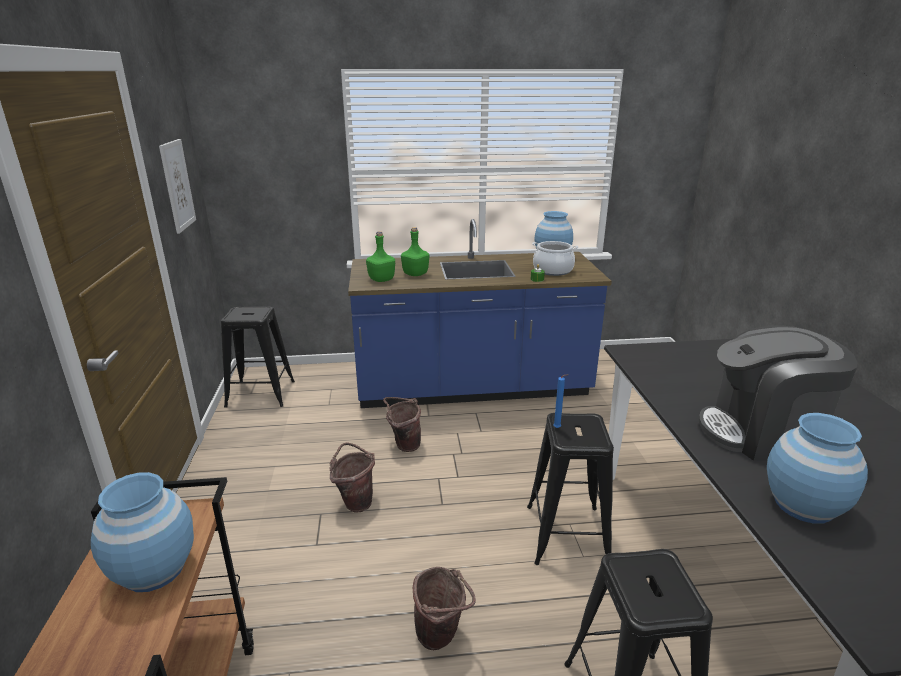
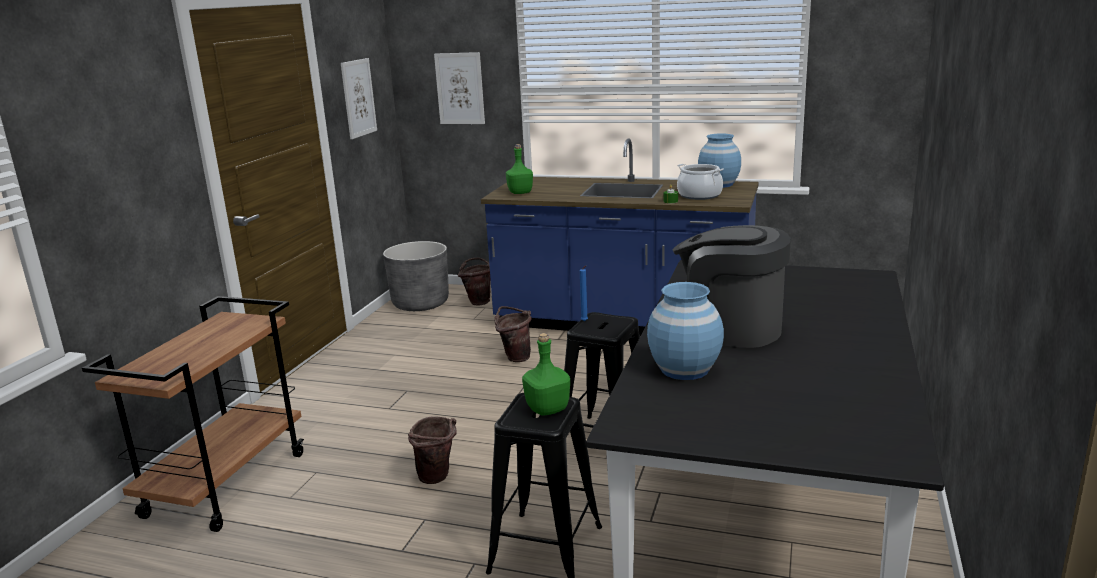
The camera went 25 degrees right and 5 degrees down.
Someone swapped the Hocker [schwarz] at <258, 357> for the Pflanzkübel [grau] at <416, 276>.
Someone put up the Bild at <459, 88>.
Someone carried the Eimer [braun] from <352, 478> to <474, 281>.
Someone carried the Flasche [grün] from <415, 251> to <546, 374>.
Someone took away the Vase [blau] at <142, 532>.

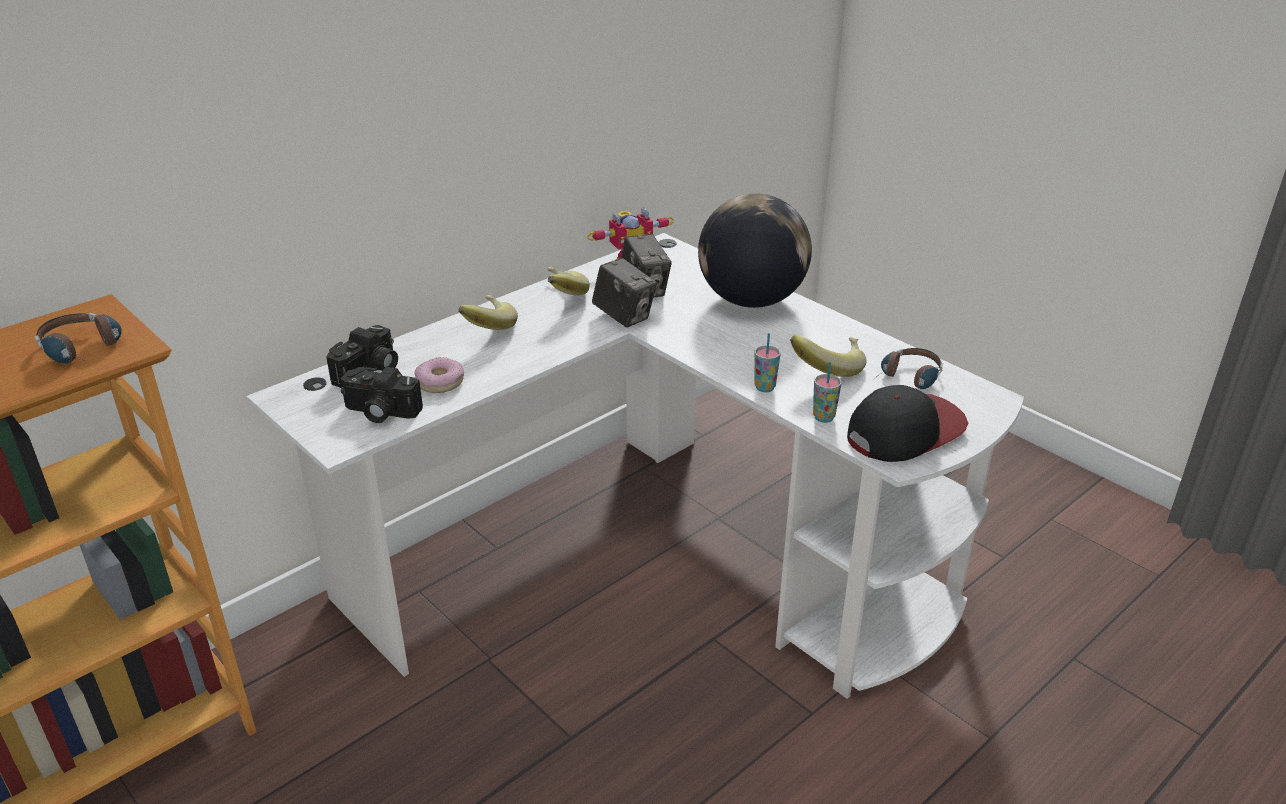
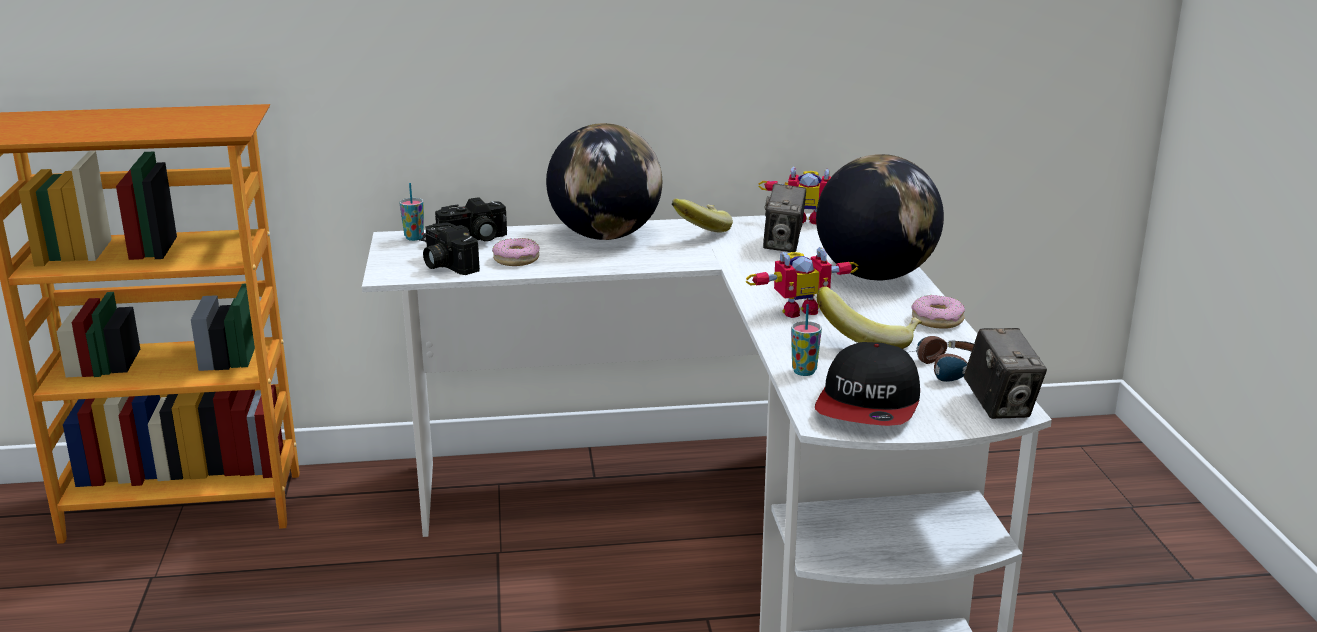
The camera went 35 degrees right and 10 degrees down.
Someone carried the Tasse from <767, 362> to <411, 212>.
Someone swapped the Banane at <488, 312> for the Globus at <604, 181>.
Someone put down the Spielzeugroboter at <802, 282>.
Someone rotated the Kappe at <907, 423> by 105 degrees clockwise.
Someone put down the Donut at <938, 312>.
Someone carried the Kamera from <624, 292> to <1005, 373>.
Someone took away the Kopfhörer at <78, 338>.

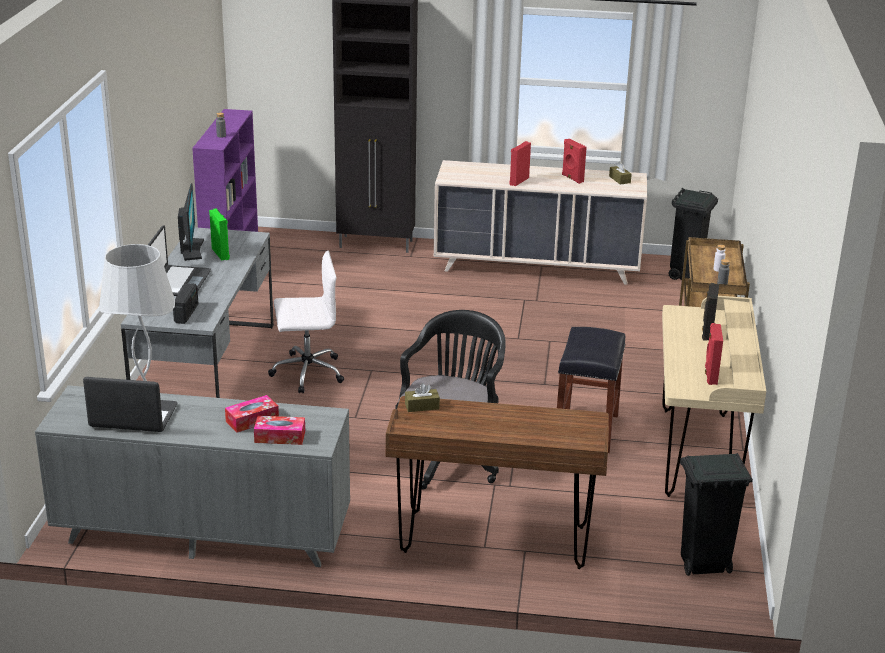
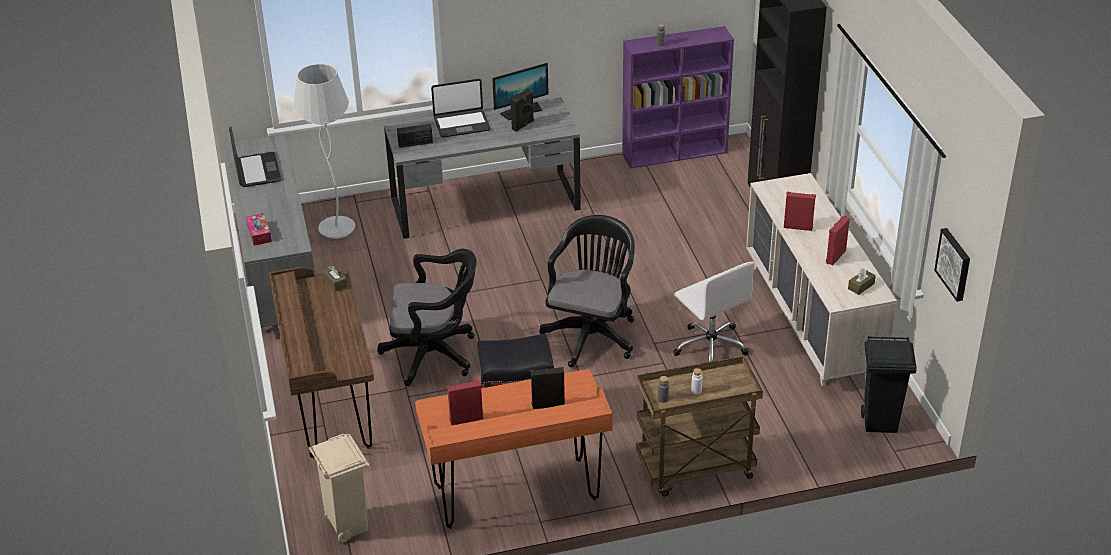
The camera went 70 degrees right and 10 degrees up.
Someone repainted the Mülleimer [schwarz] at <716, 514>, which became the Mülleimer [beige] at <339, 488>.
Someone repainted the Schreibtisch [beige] at <714, 396>, which became the Schreibtisch [orange] at <514, 449>.
Someone repainted the Lautsprecher [grün] at <219, 234>, which became the Lautsprecher [schwarz] at <522, 110>.
Someone put down the Bürostuhl [schwarz] at <587, 291>.
Someone carried the Bürostuhl [weiß] from <306, 322> to <714, 312>.
Someone put up the Bild at <952, 265>.
Someone took away the Taschentuchbox at <252, 413>.

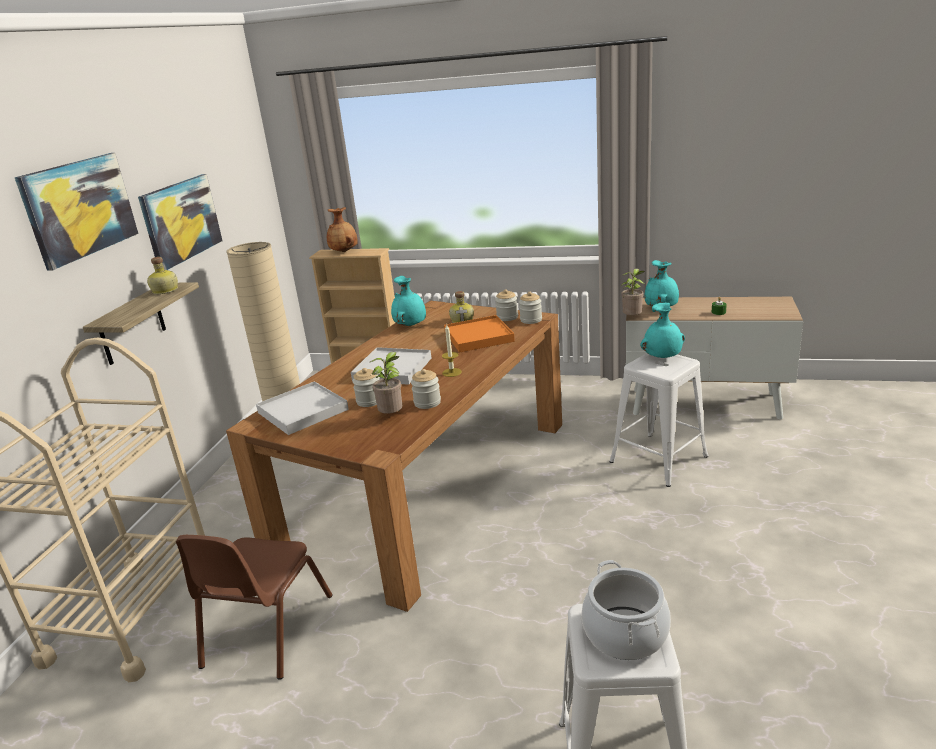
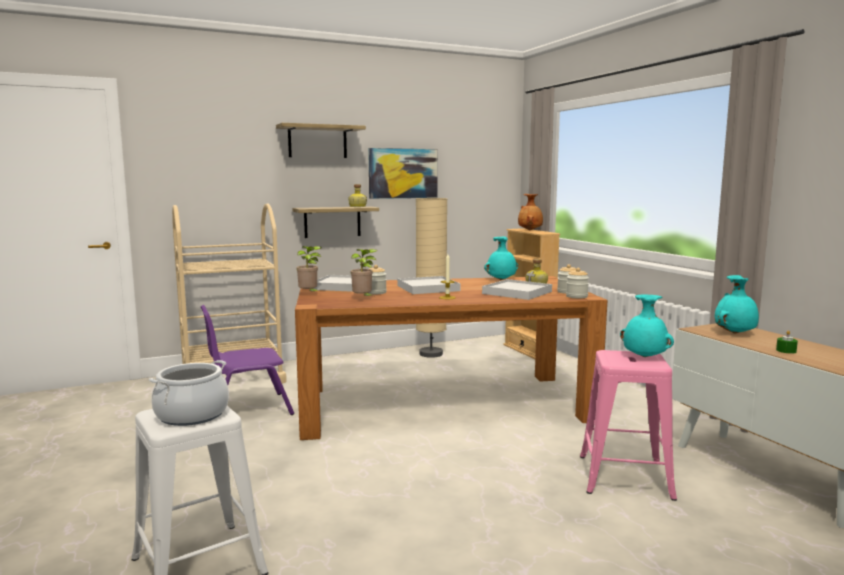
The camera went 50 degrees right and 15 degrees down.
Someone repainted the Stuhl [braun] at <254, 607>, which became the Stuhl [lila] at <247, 360>.
Someone swapped the Bild at <76, 212> for the Wandregal at <321, 140>.
Someone carried the Topfpflanze from <632, 292> to <309, 270>.
Someone repainted the Tablett [orange] at <479, 334>, which became the Tablett [weiß] at <517, 289>.
Someone repainted the Hocker [weiß] at <658, 420>, which became the Hocker [rosa] at <628, 425>.
Someone took away the Vorratsglas at <426, 389>.

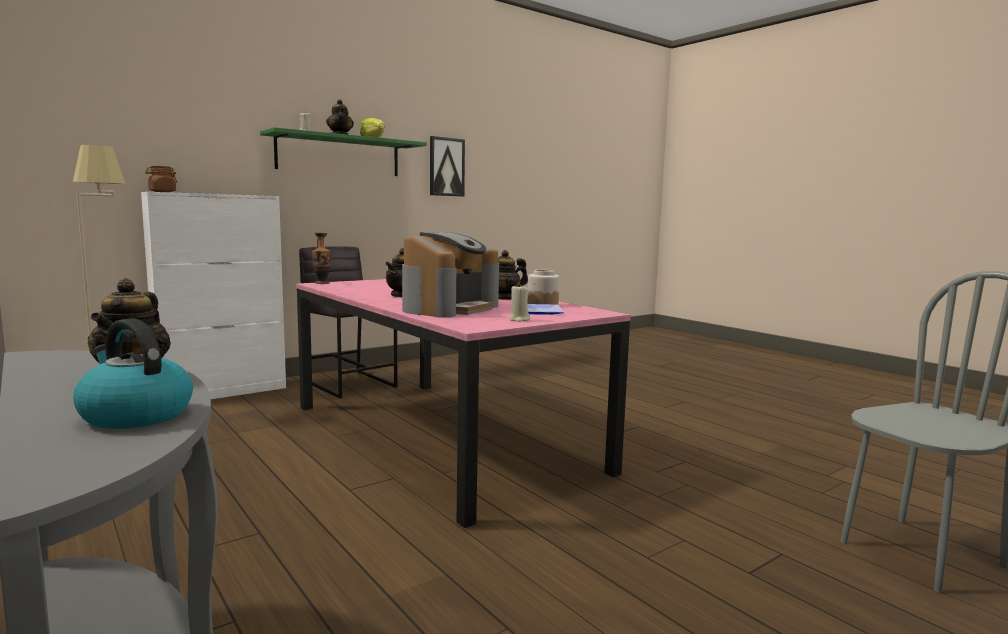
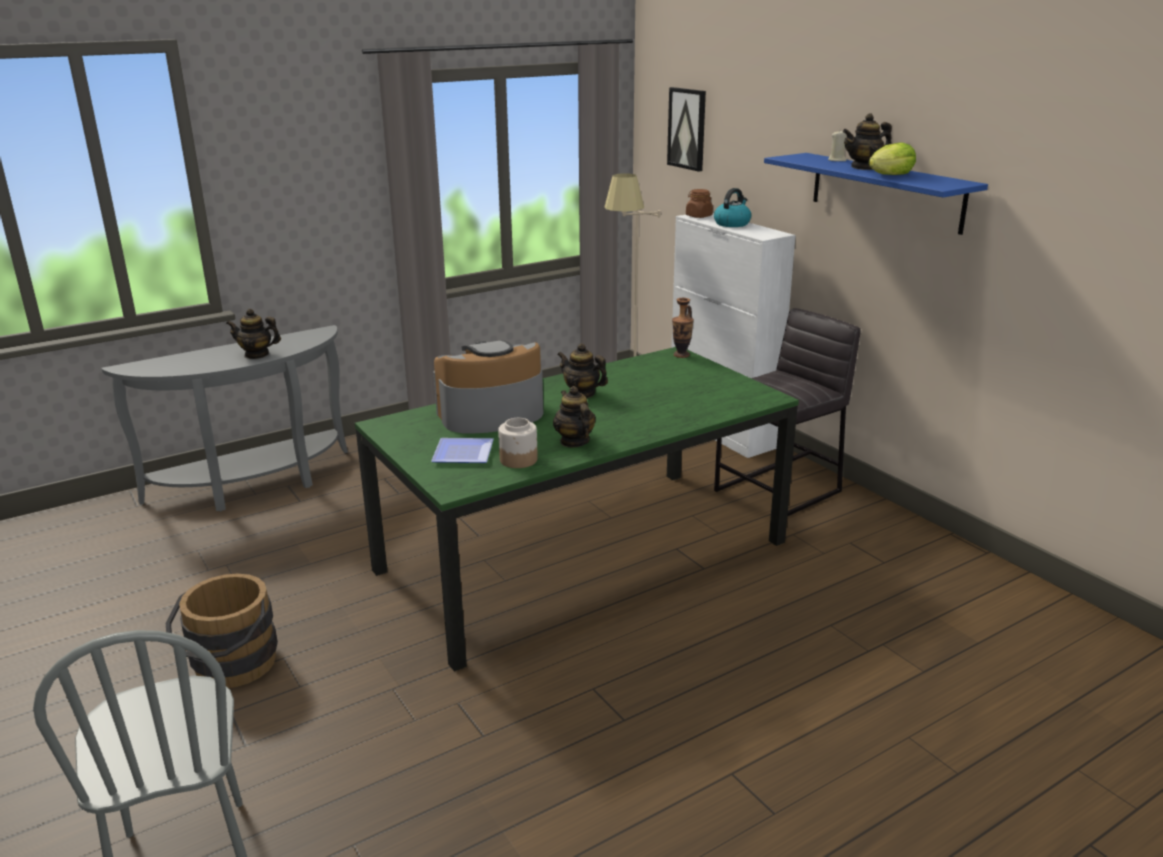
The camera went 95 degrees right and 15 degrees up.
Someone put down the Eimer [braun] at <222, 631>.
Someone repainted the Esstisch [rosa] at <463, 403>, which became the Esstisch [grün] at <577, 509>.
Someone rotated the Kaffeemaschine at <450, 275> by 120 degrees clockwise.
Someone carried the Bild from <447, 166> to <686, 129>.
Someone carried the Wasserkessel from <133, 373> to <732, 207>.
Someone repainted the Wandregal [grün] at <343, 151>, which became the Wandregal [blau] at <876, 194>.
Someone took away the Kerze [beige] at <519, 303>.

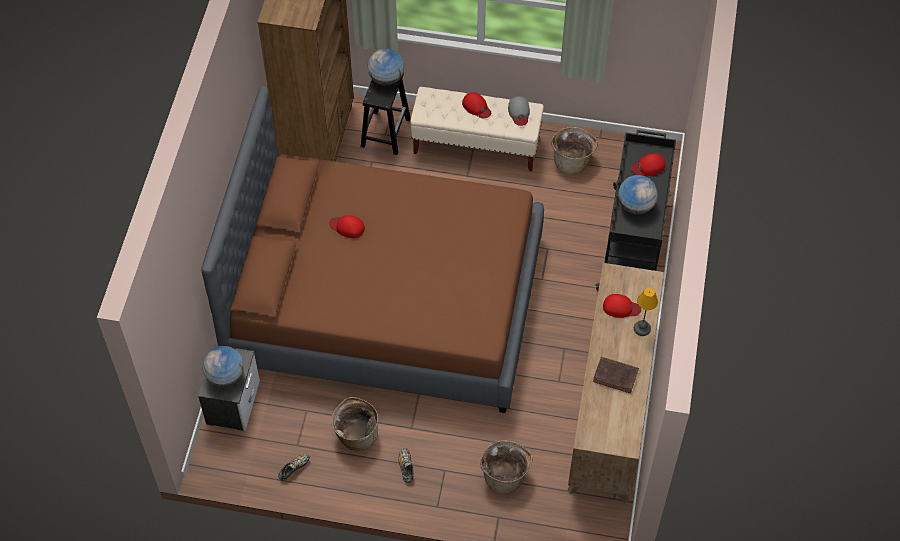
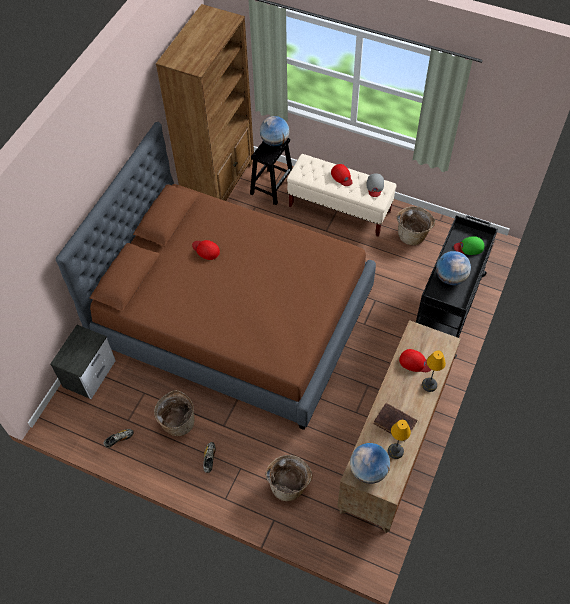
The camera went 15 degrees right and 0 degrees up.
Someone carried the Globus from <223, 366> to <370, 463>.
Someone put down the Tischlampe at <399, 439>.
Someone repainted the Kappe [rot] at <648, 164>, which became the Kappe [grün] at <469, 245>.

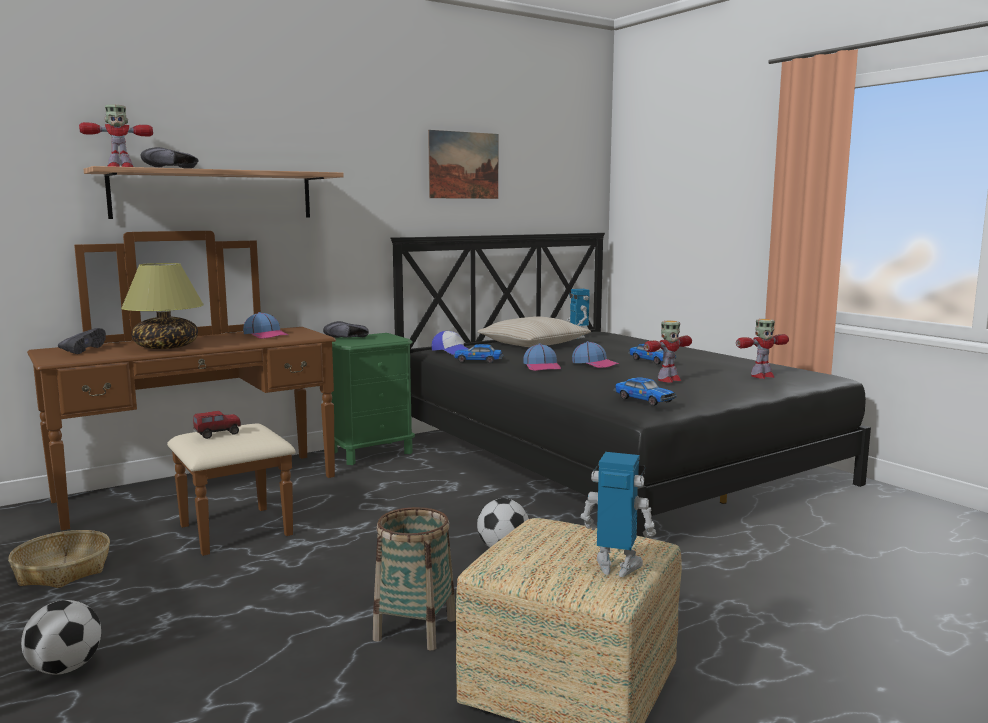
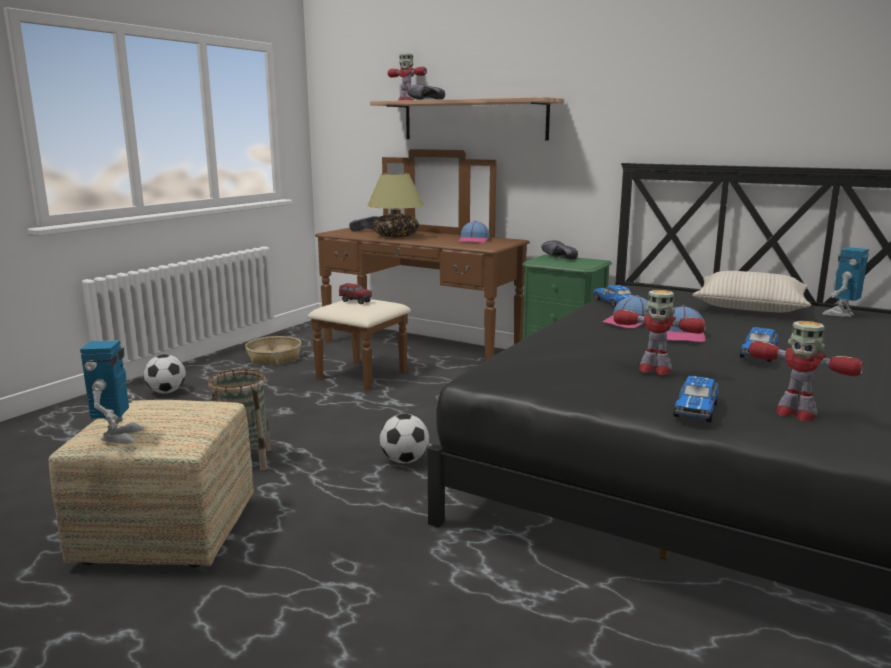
The camera went 65 degrees right and 5 degrees up.
Someone carried the Spielzeugauto from <645, 391> to <696, 399>.
Someone took away the Bild at <463, 164>.
Someone took away the Kappe at <450, 343>.

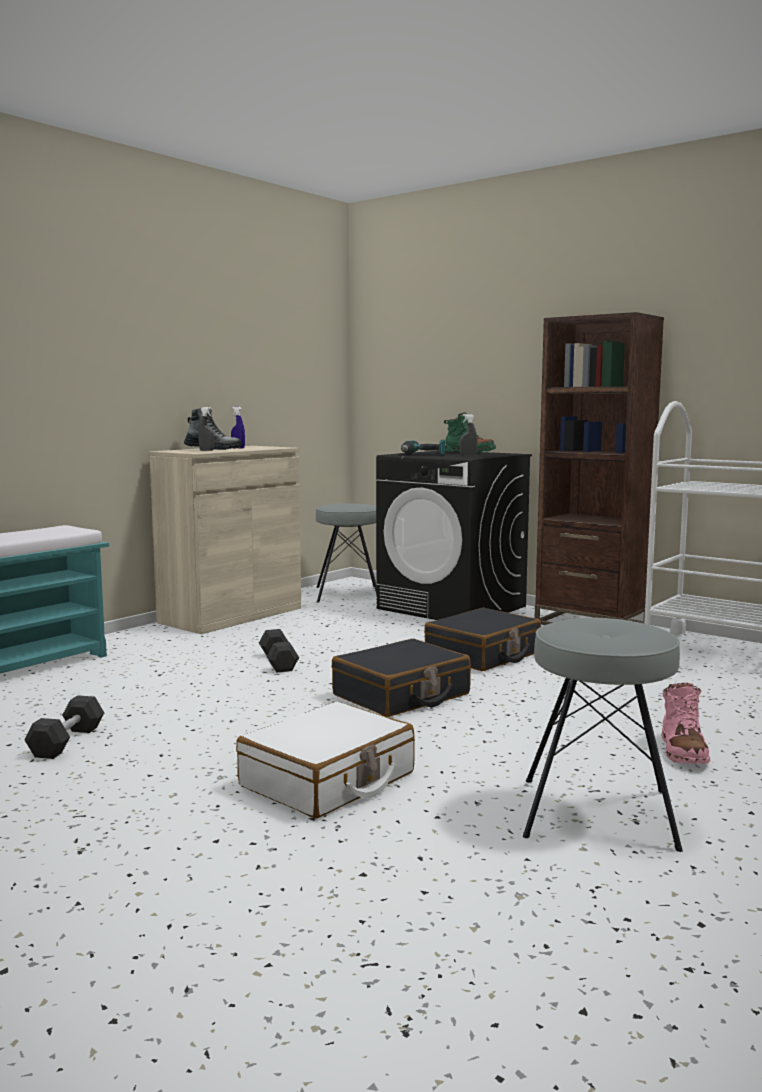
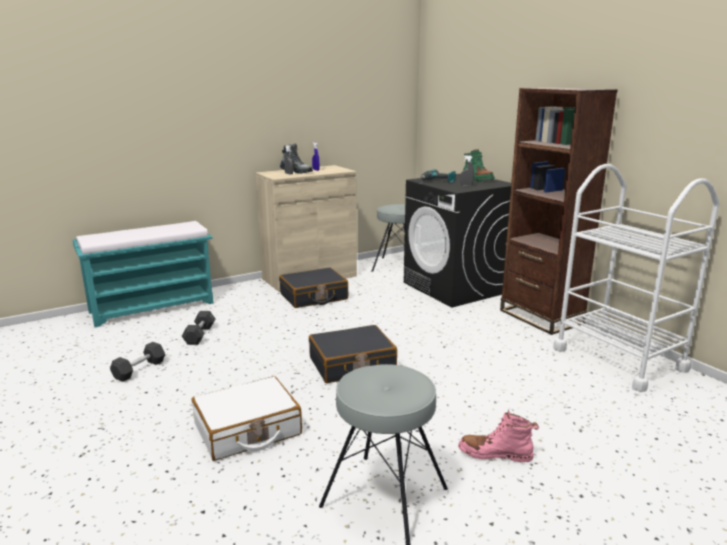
The camera went 20 degrees right and 10 degrees up.
Someone carried the Hantel [grau] from <279, 650> to <198, 328>.
Someone carried the Koffer [schwarz] from <482, 639> to <313, 288>.
Someone rotated the Stiefel [rosa] at <686, 723> by 75 degrees clockwise.

